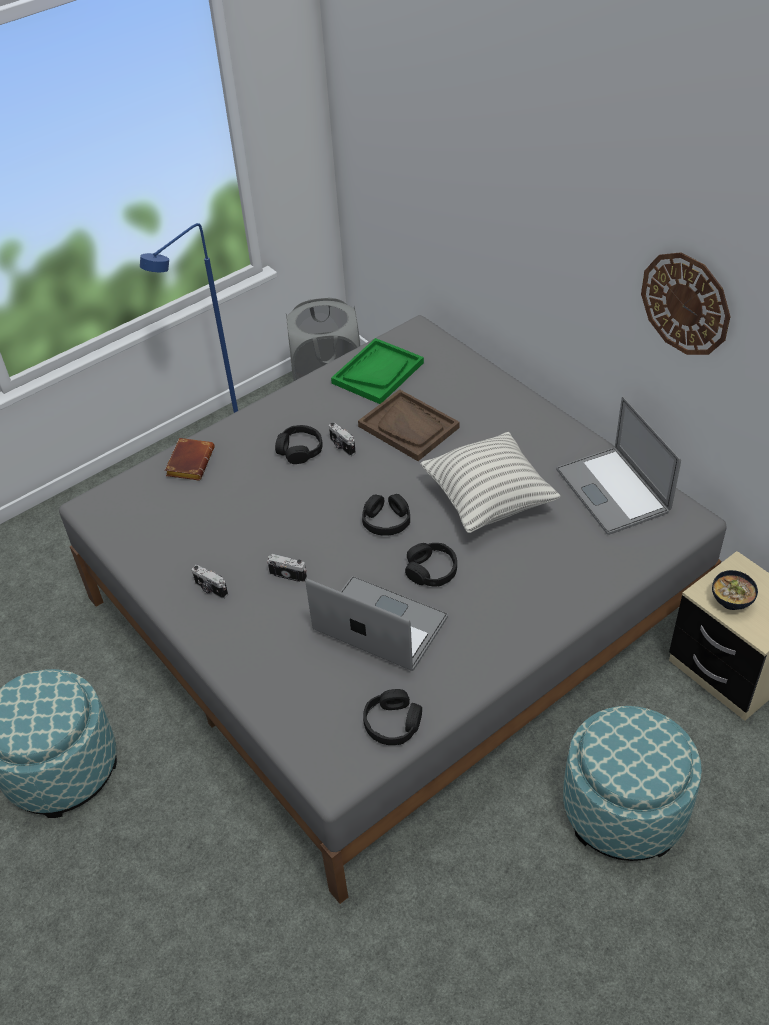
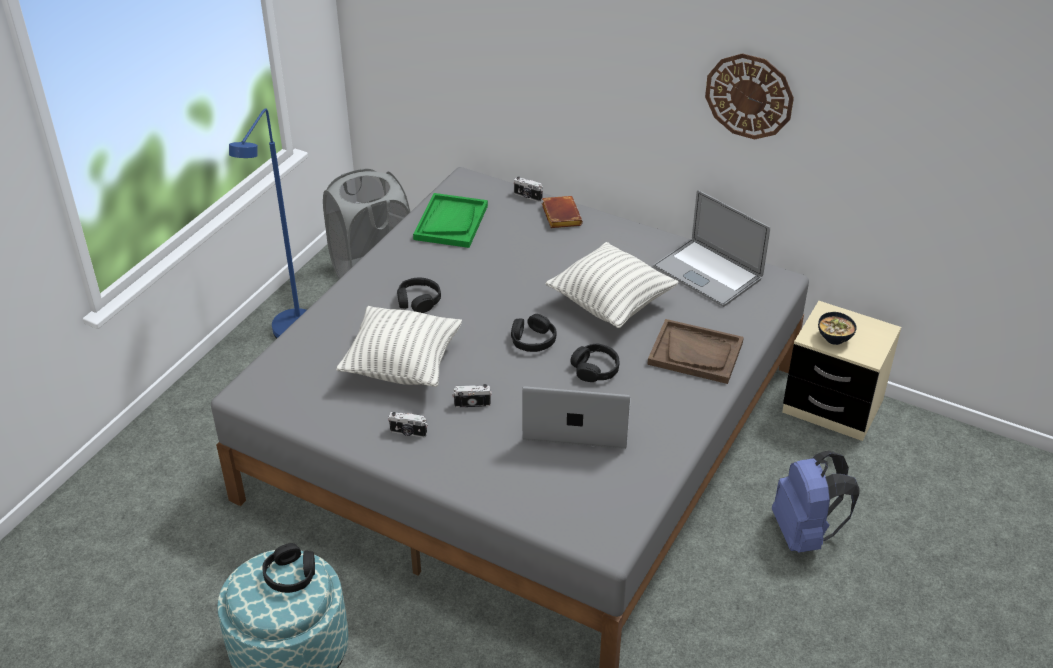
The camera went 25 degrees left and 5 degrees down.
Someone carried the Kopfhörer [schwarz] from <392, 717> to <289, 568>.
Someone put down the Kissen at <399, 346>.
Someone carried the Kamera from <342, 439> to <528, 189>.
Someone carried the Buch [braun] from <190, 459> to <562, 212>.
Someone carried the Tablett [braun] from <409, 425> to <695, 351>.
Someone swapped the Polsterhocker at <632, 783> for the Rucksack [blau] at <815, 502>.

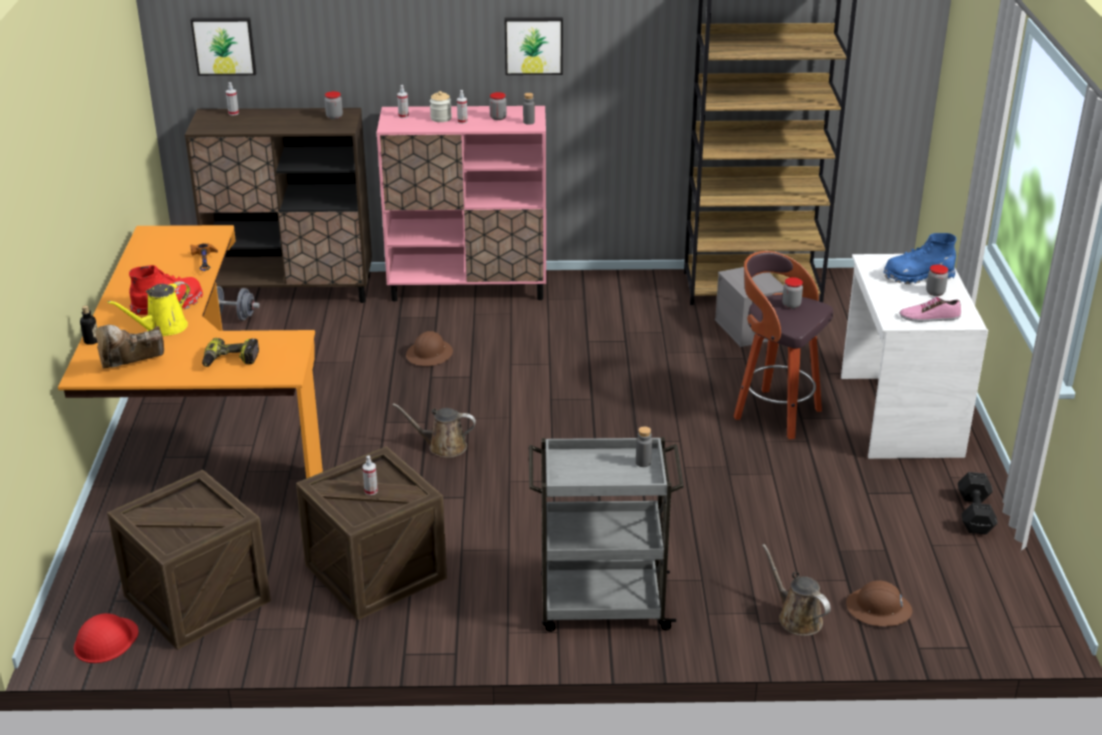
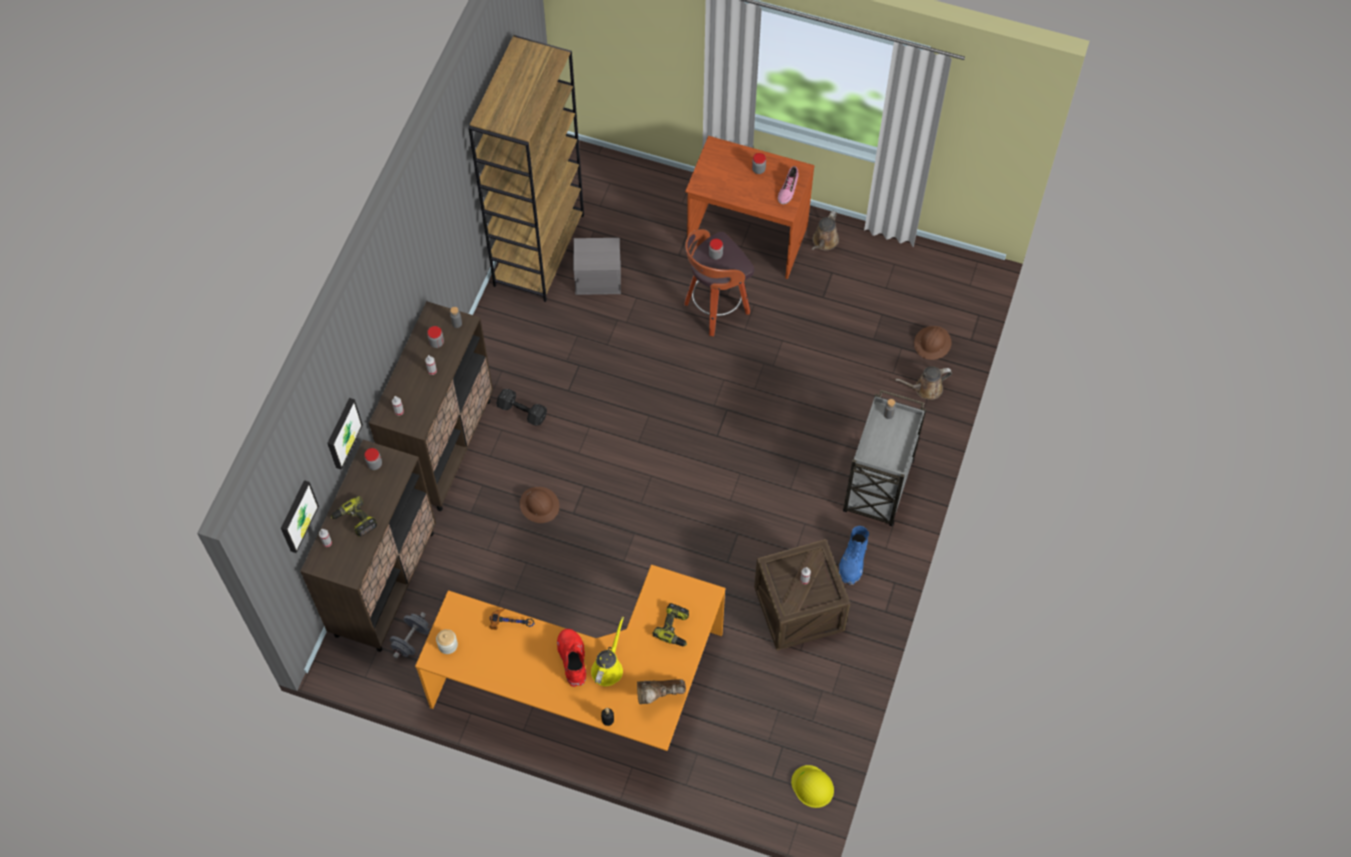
The camera went 70 degrees left and 30 degrees up.
Someone carried the Bild from <534, 46> to <345, 433>.
Someone put down the Bohrmaschine at <354, 516>.
Someone repainted the Schrank [rosa] at <461, 204>, which became the Schrank [braun] at <431, 406>.
Someone carried the Vorratsglas from <441, 106> to <447, 641>.
Someone carried the Hantel [schwarz] from <978, 503> to <521, 407>.
Someone rotated the Gießkanne [gelb] at <148, 308> by 135 degrees counterclockwise.
Someone rotated the Stiefel [braun] at <130, 346> by 90 degrees clockwise.
Someone repainted the Schreibtisch [weiß] at <914, 356>, which became the Schreibtisch [braun] at <749, 207>.
Someone repainted the Schutzhelm [rot] at <106, 638>, which became the Schutzhelm [gelb] at <812, 786>.
Someone carried the Gießkanne [braun] from <434, 430> to <825, 231>.
Someone carried the Stiefel [blau] from <920, 258> to <854, 555>.
Someone took away the Kiste at <189, 560>.

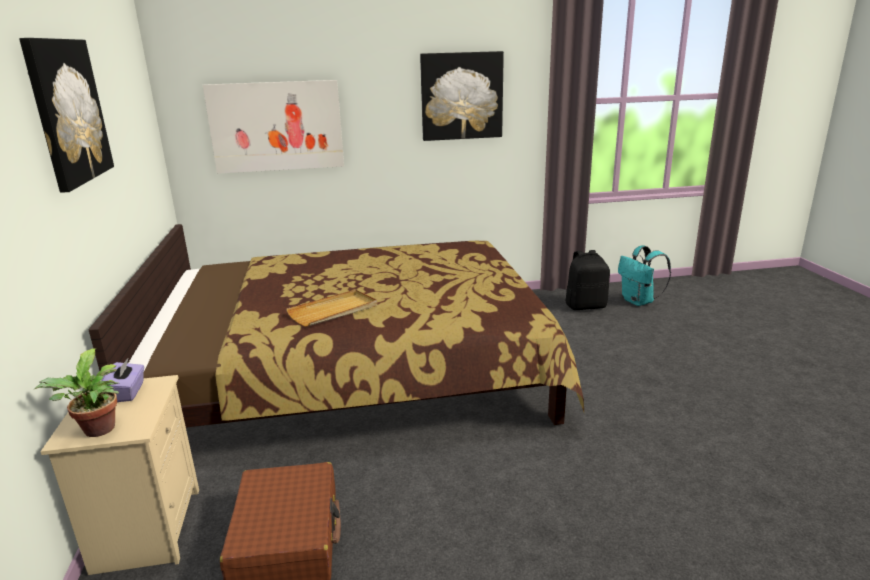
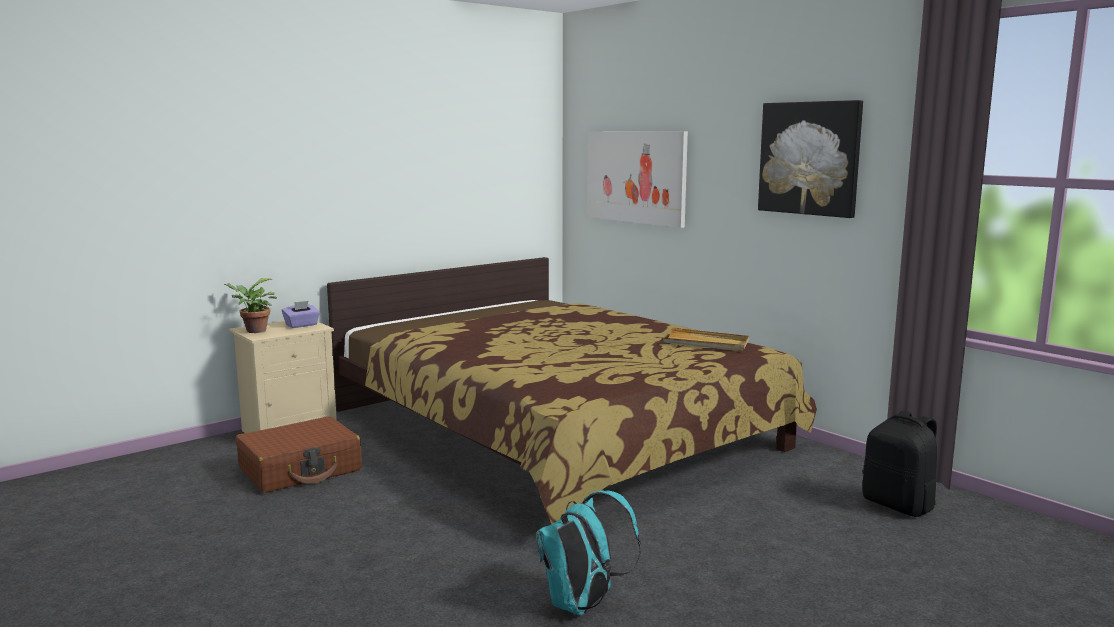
The camera went 60 degrees right and 10 degrees down.
Someone carried the Rucksack [türkis] from <644, 275> to <588, 552>.
Someone carried the Tablett [beige] from <331, 308> to <705, 339>.
Someone took away the Bild at <66, 115>.

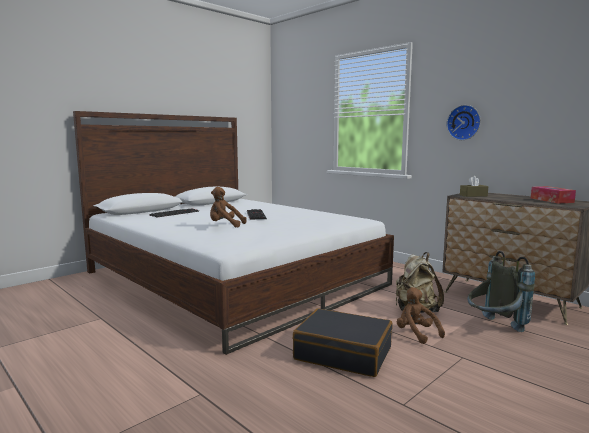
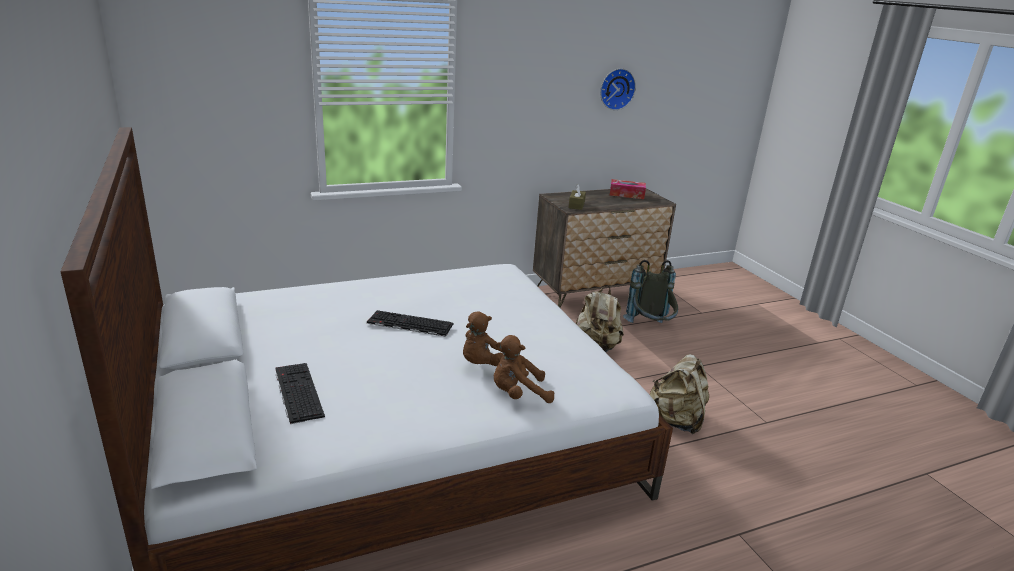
The camera went 70 degrees left and 15 degrees up.
Someone carried the Plüschtier [braun] from <421, 315> to <524, 369>.
Someone carried the Wanduhr from <464, 122> to <618, 89>.
Someone swapped the Koffer [schwarz] at <343, 343> for the Rucksack [beige] at <679, 394>.

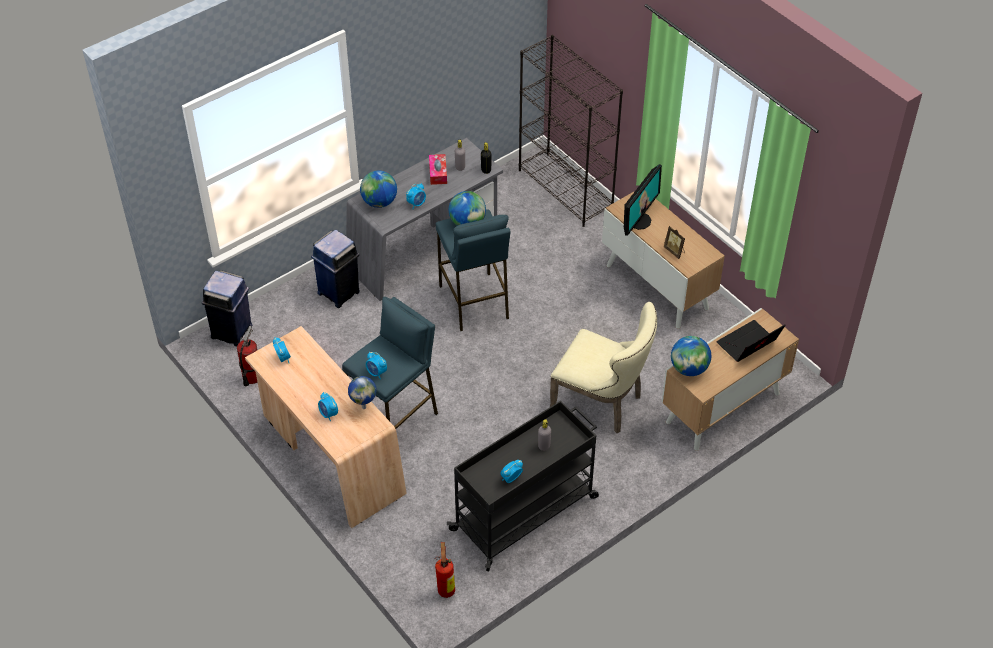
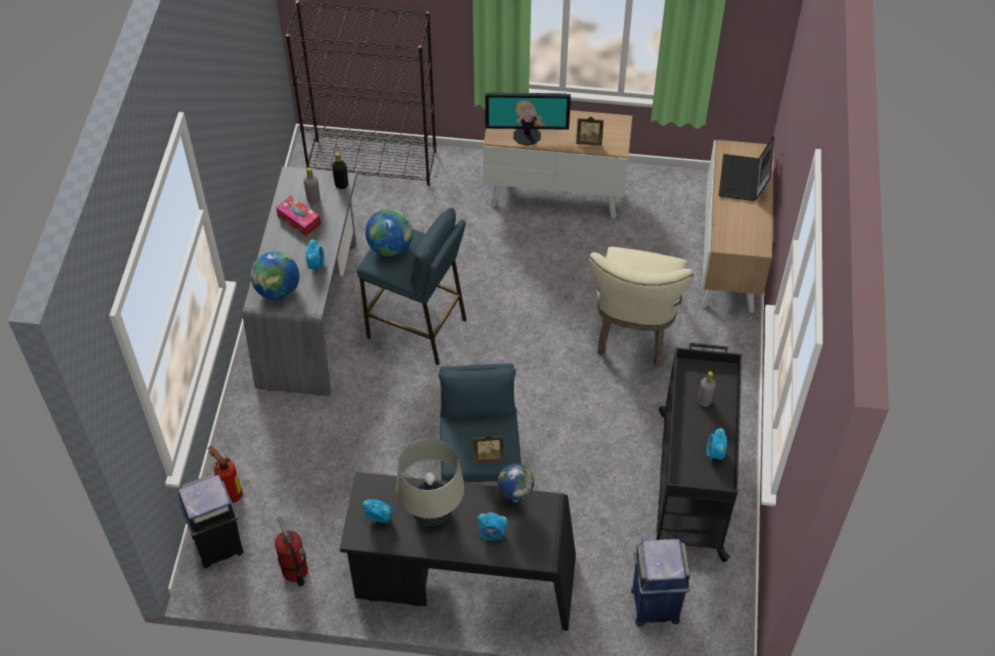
The camera went 45 degrees left and 5 degrees up.
Someone carried the Feuerlöscher from <445, 570> to <225, 474>.
Someone repainted the Schreibtisch [beige] at <326, 427>, which became the Schreibtisch [schwarz] at <458, 551>.
Someone put down the Tischlampe [beige] at <430, 482>.
Someone swapped the Wecker at <376, 365> for the Bilderrahmen at <488, 449>.
Someone rotated the Monitor at <643, 200> by 105 degrees clockwise.
Someone rotated the Stuhl [beige] at <603, 367> by 120 degrees clockwise.
Someone carried the Mülleimer [blau] from <335, 269> to <660, 583>.
Someone took away the Globus at <691, 356>.

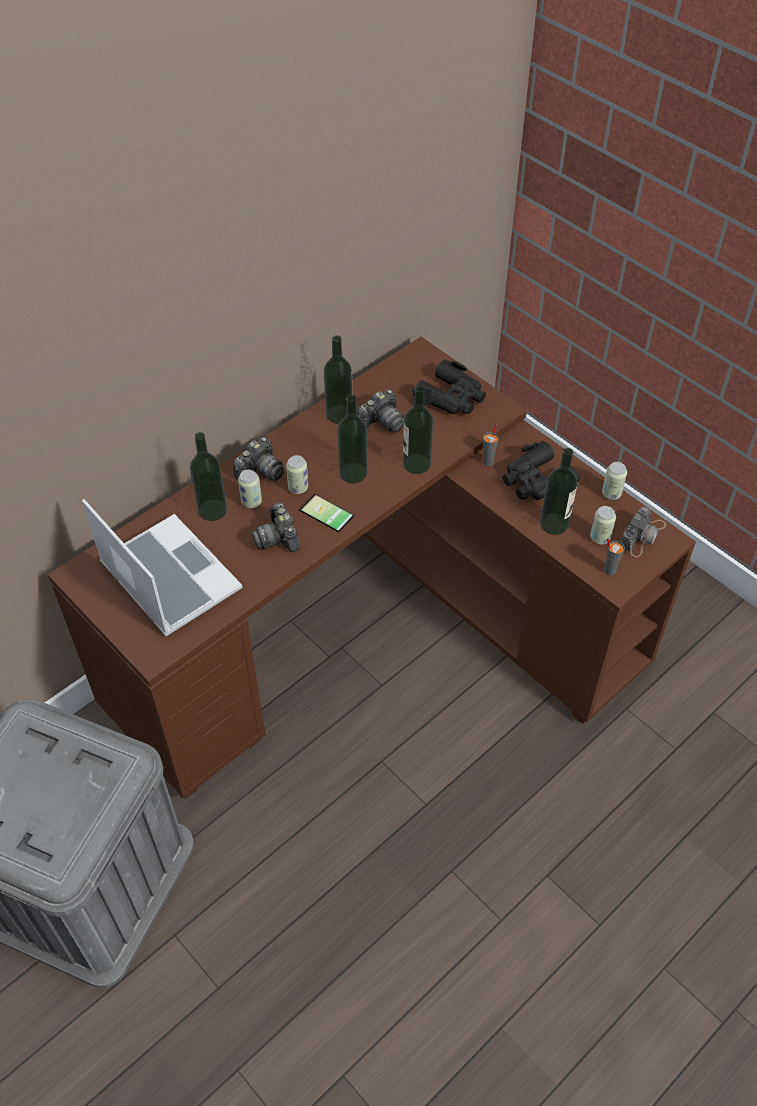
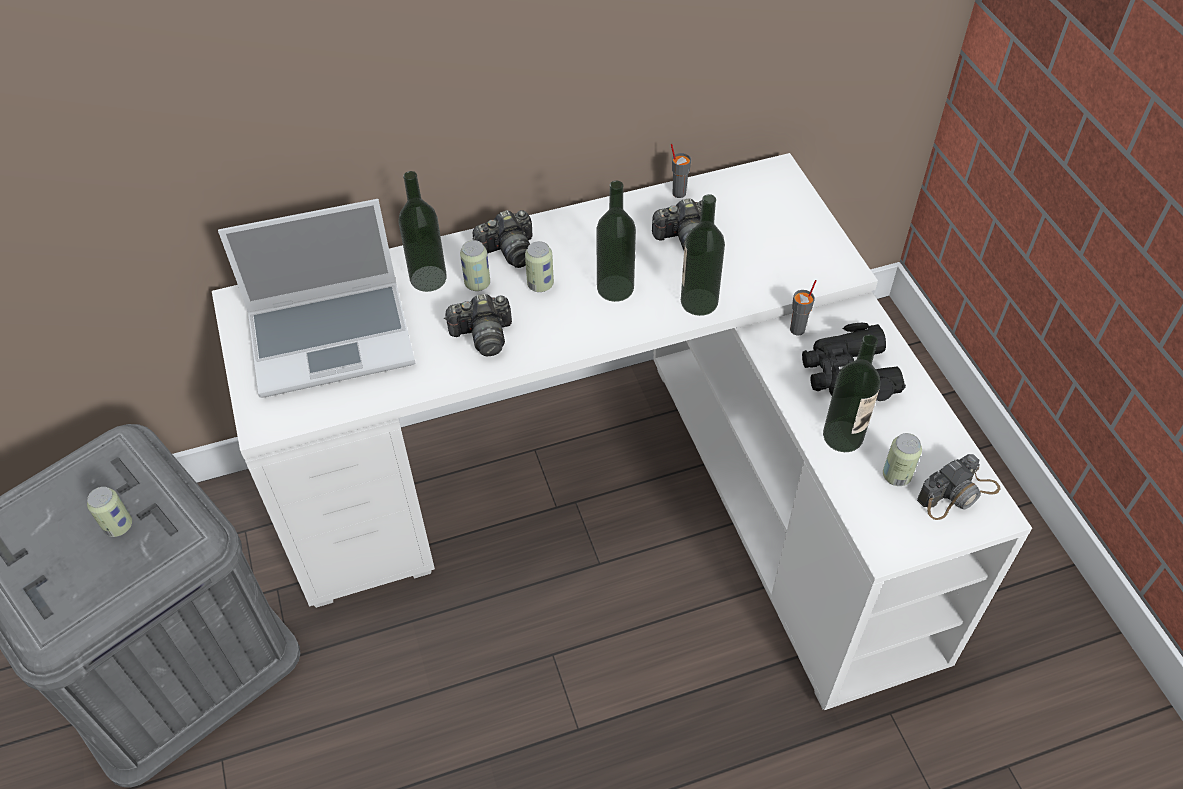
The camera went 25 degrees right and 0 degrees up.
Someone carried the Dose from <614, 481> to <109, 512>.
Someone repainted the Schreibtisch [braun] at <372, 568>, which became the Schreibtisch [weiß] at <622, 431>.
Someone rotated the Laptop at <162, 567> by 90 degrees clockwise.
Someone rotated the Kamera at <276, 527> by 105 degrees counterclockwise.
Someone carried the Tasse [grau] from <614, 556> to <681, 171>.
Someone took away the Handy at <326, 513>.
Someone took away the Flasche at <338, 379>.
Someone took away the Fernglas [schwarz] at <449, 386>.

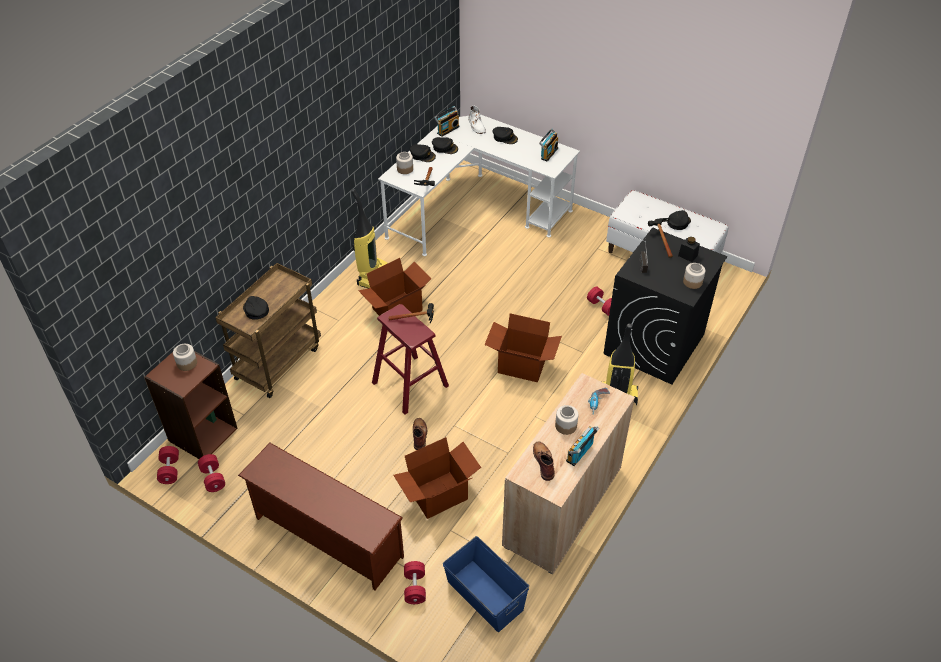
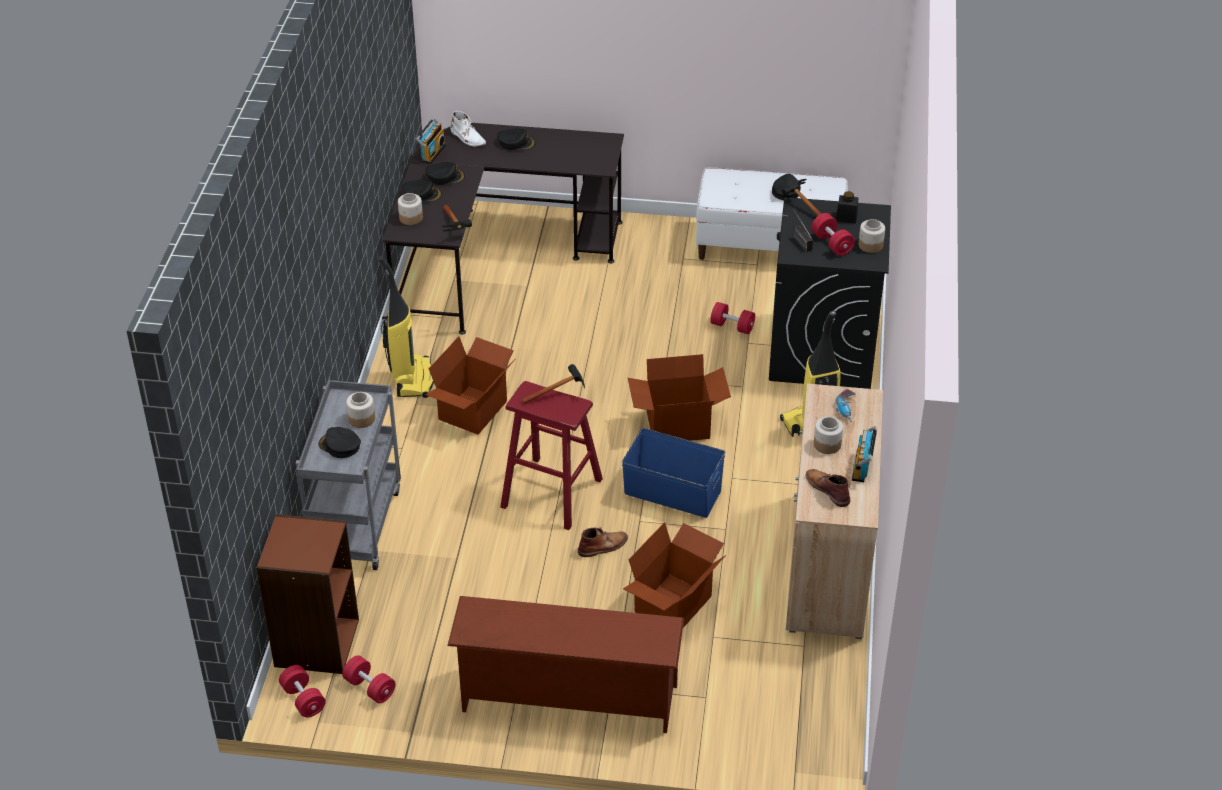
The camera went 25 degrees left and 5 degrees down.
Someone repainted the Rollwagen [braun] at <268, 330>, which became the Rollwagen [grau] at <348, 475>.
Someone carried the Vorratsglas from <185, 357> to <360, 410>.
Someone repainted the Schreibtisch [weiß] at <479, 185>, which became the Schreibtisch [schwarz] at <503, 228>.
Someone rotated the Stiefel [braun] at <420, 434> by 90 degrees clockwise.
Someone carried the Aufbewahrungsbox [blau] from <486, 584> to <673, 473>.
Someone carried the Hantel [rot] from <415, 582> to <833, 234>.
Someone took away the Radio at <548, 144>.

